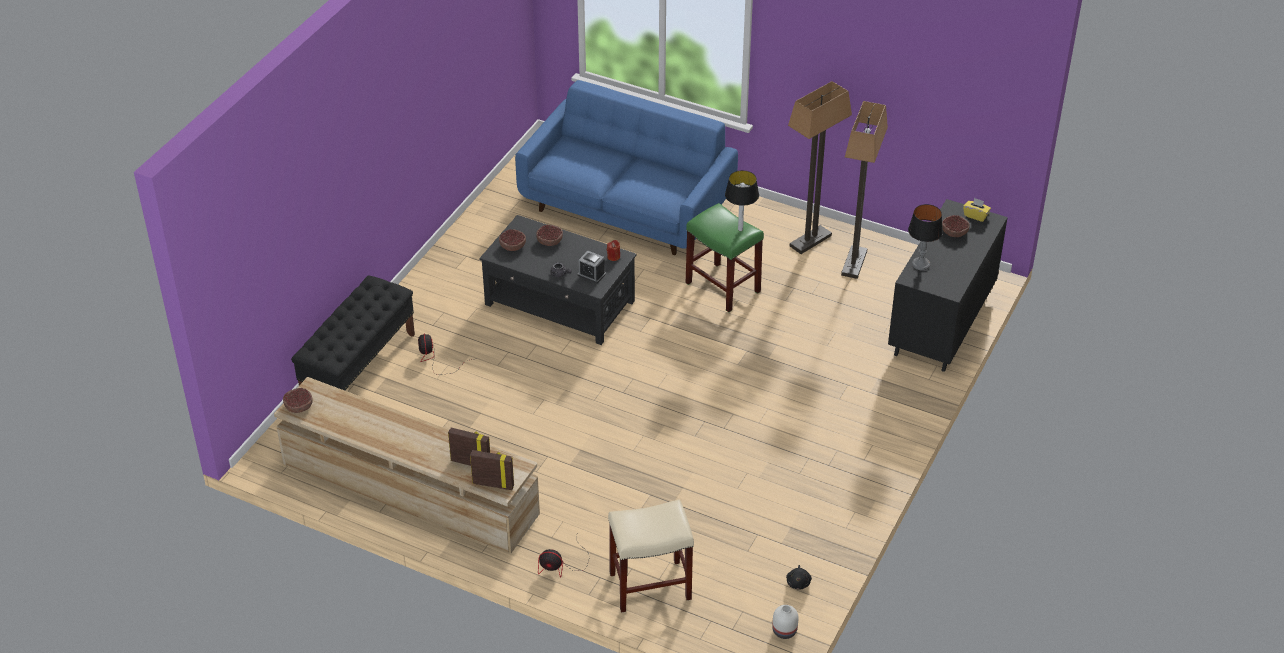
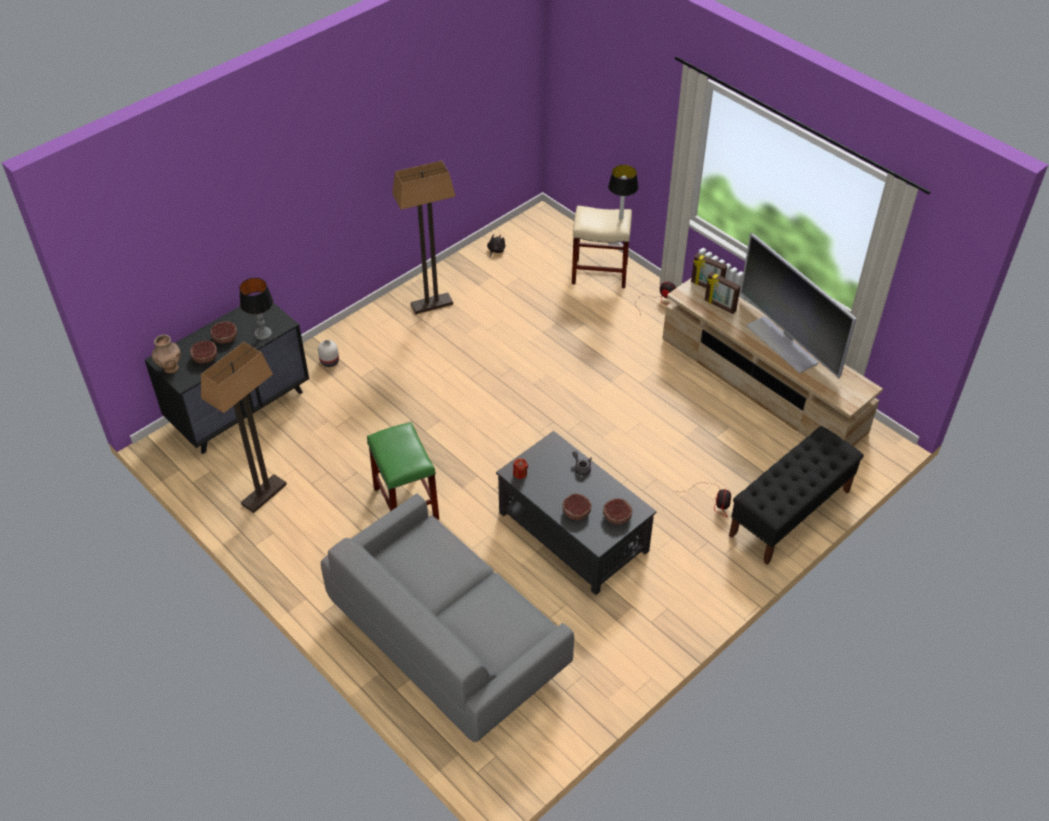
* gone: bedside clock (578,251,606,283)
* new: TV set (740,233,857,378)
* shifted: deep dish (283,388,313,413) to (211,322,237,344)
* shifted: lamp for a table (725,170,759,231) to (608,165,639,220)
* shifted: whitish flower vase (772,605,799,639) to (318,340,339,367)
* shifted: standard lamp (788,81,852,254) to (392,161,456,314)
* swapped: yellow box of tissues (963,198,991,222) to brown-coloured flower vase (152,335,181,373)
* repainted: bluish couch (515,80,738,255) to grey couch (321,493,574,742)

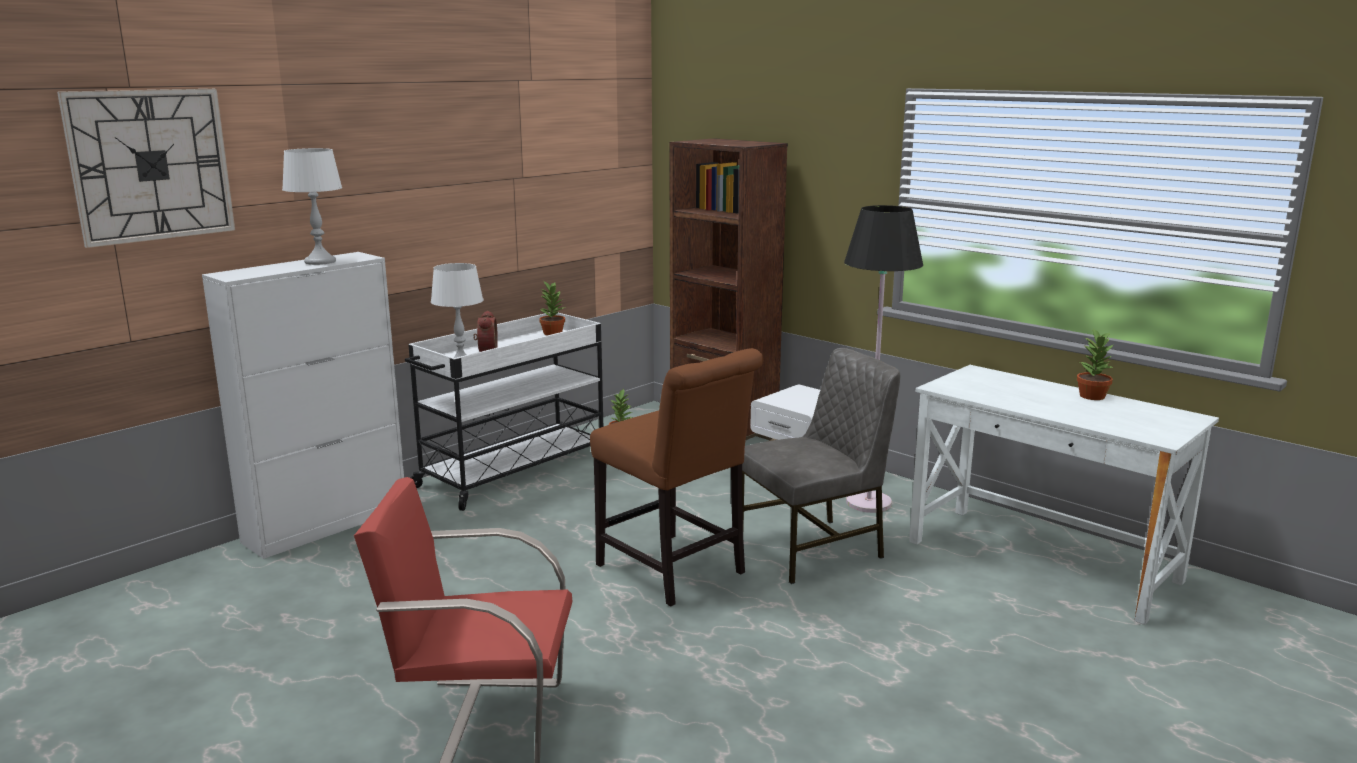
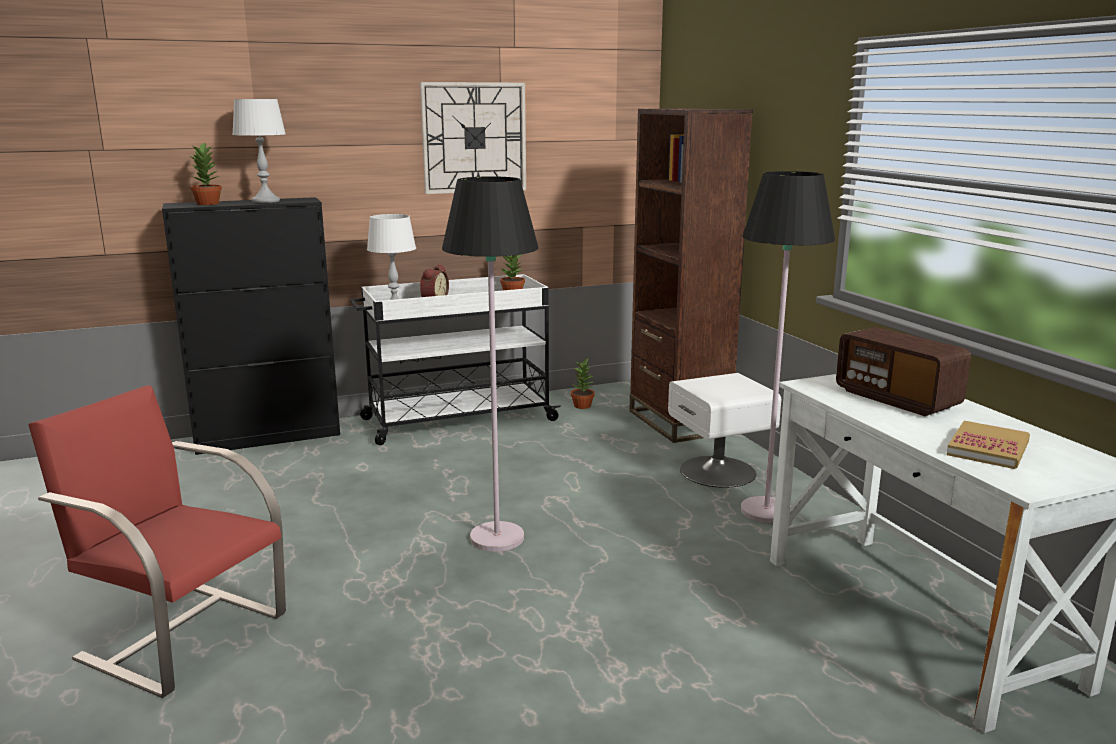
* gone: grey upright chair (742,348,900,584)
* new: radio receiver (836,327,971,416)
* new: volume (947,421,1030,469)
* shifted: clock on the wall (57,89,235,248) to (420,82,526,194)
* shifted: houseplant (1077,328,1113,400) to (188,142,222,205)
* swapped: brown-coloured upright chair (590,348,763,606) to blackish standard lamp (442,176,538,552)
* repainted: whitish cupboard (202,252,404,559) to blackish cupboard (162,197,340,455)

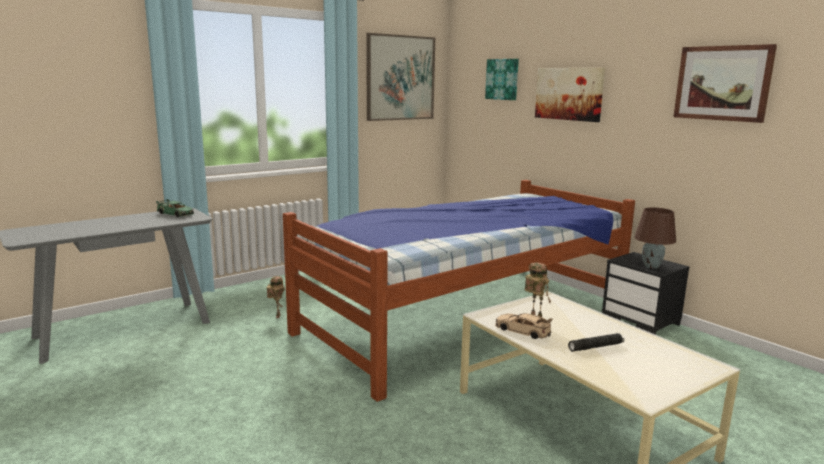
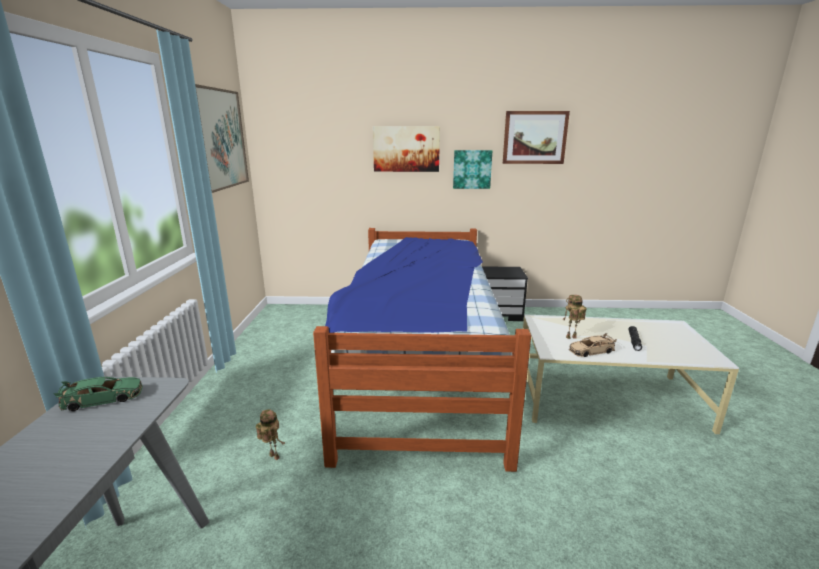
* gone: brown-coloured lamp for a table (634,207,676,269)
* shifted: picture (485,59,519,100) to (453,150,492,189)

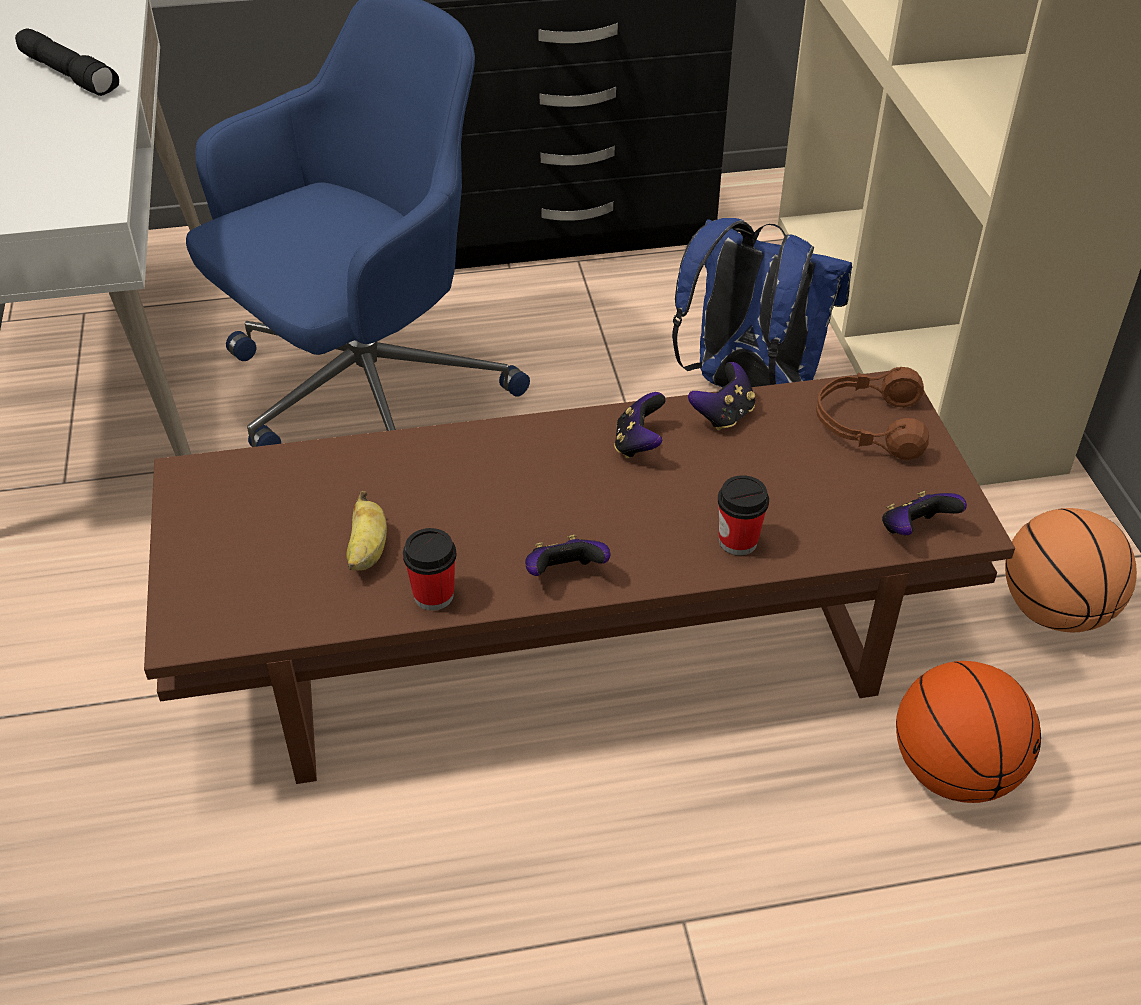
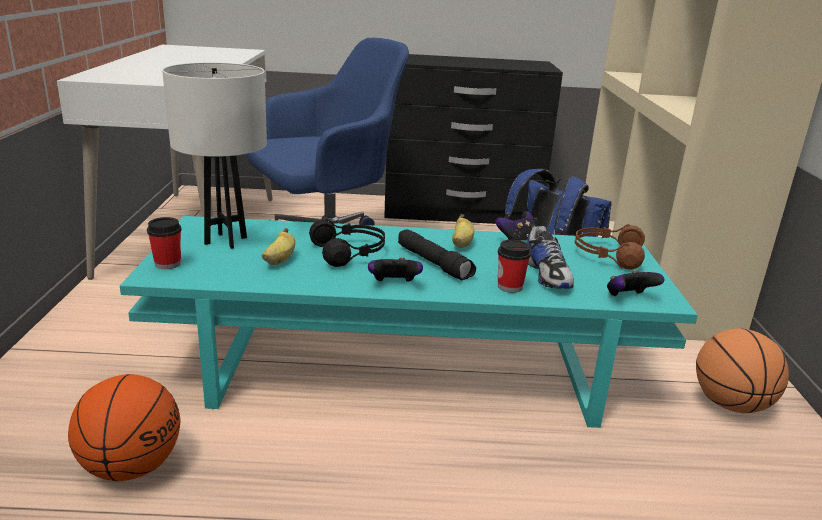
* new: whitish lamp for a table (162,62,267,249)
* new: blackish headphones (309,219,385,267)
* new: shoe (527,218,574,289)
* shifted: blackish flashlight (15,28,119,96) to (398,229,476,280)
* shifted: cup (403,528,457,611) to (147,217,182,269)
* shifted: basketball ball (896,661,1041,803) to (68,374,180,481)
* swapped: gamepad (614,392,666,459) to whole banana (452,214,474,248)
* repainted: brown-coloured lounge table (144,371,1015,784) to blue-green lounge table (120,216,698,428)

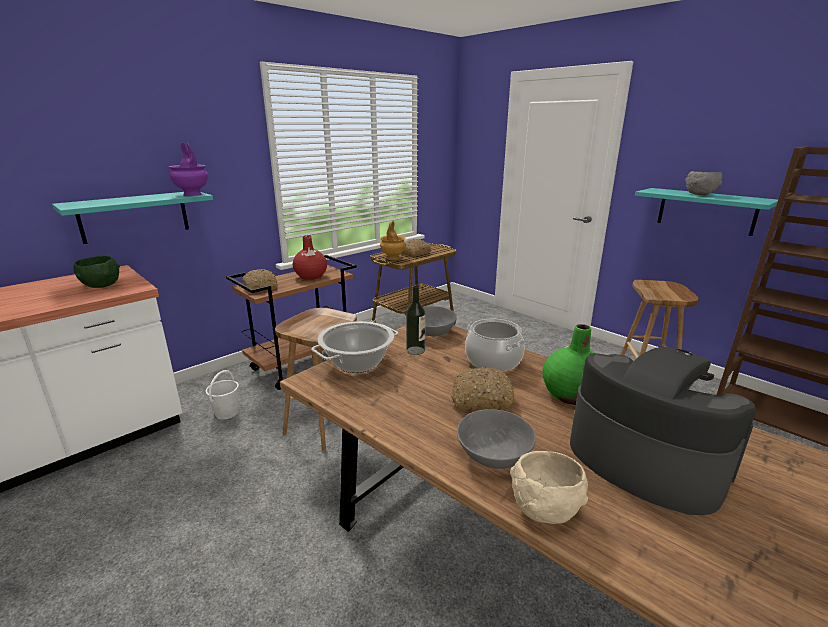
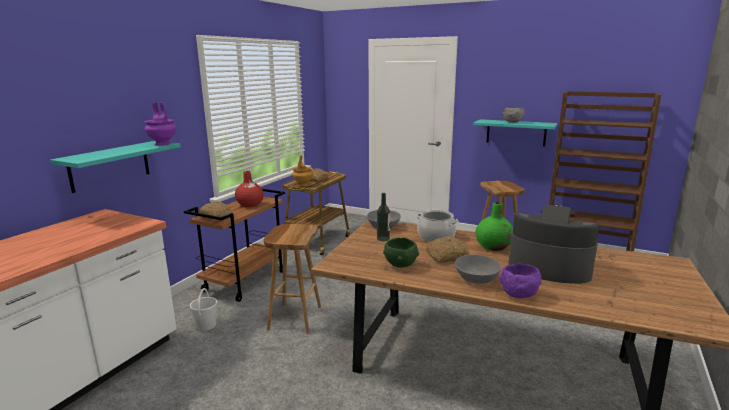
* gone: stockpot (311,321,399,373)
* shifted: green-coloured deep dish (73,256,120,288) to (383,238,419,268)
* repainted: sand-coloured deep dish (510,451,588,524) to purple-coloured deep dish (498,264,542,298)

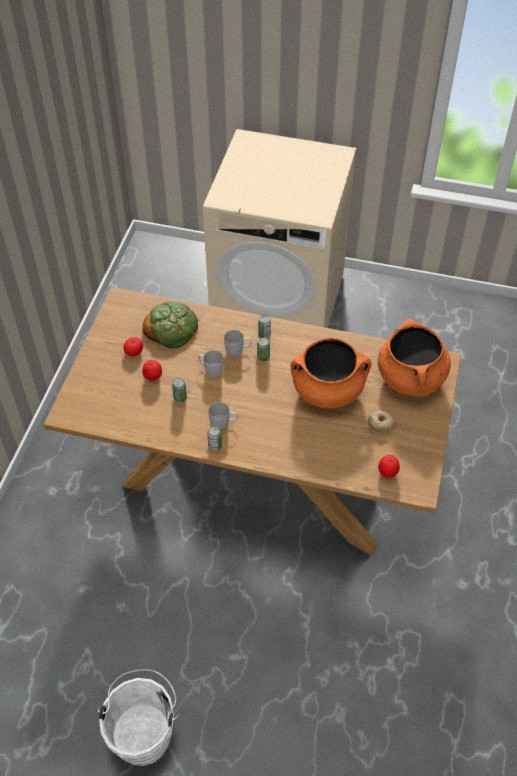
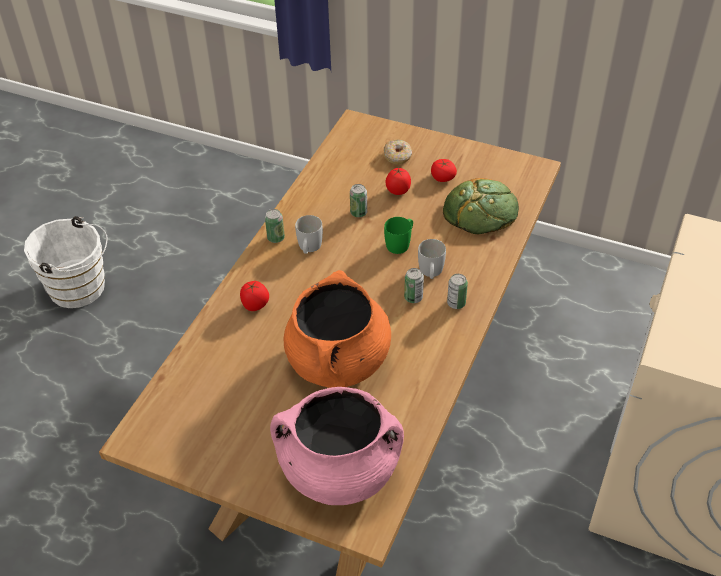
* shifted: doughnut (368,410,394,432) to (384,139,412,165)
* shifted: whole tomato (378,455,400,478) to (240,281,269,311)
* repainted: whitish mug (198,350,224,377) to green-coloured mug (384,217,413,254)
* repainted: orange stockpot (378,318,451,397) to pinkish stockpot (270,387,404,505)

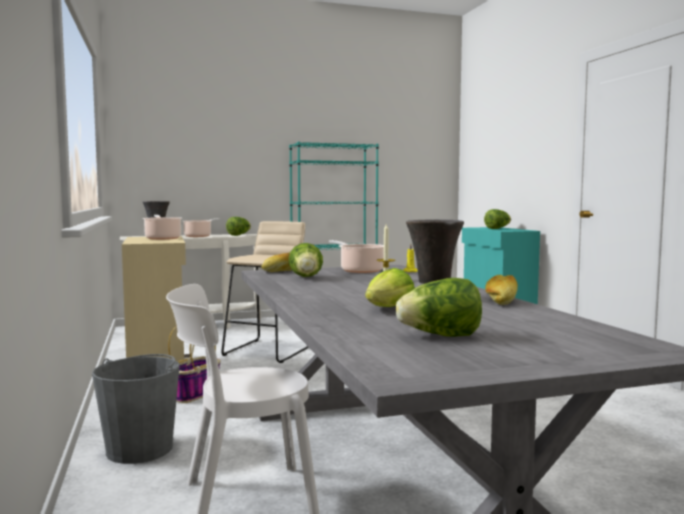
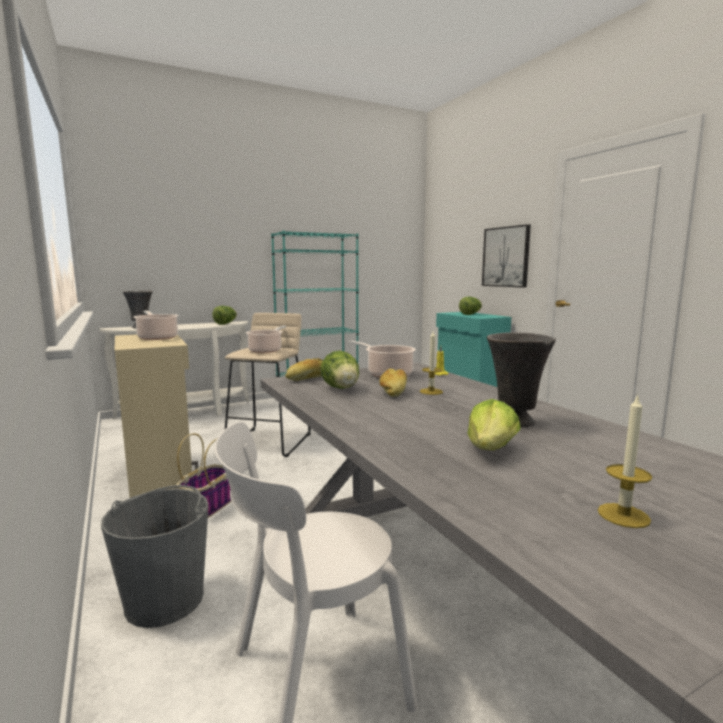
* new: picture (482,224,531,288)
* shifted: stockpot (182,218,221,237) to (246,326,286,353)
* shifted: baked bread (485,275,518,305) to (380,369,407,397)
* swapped: lettuce (396,278,482,337) to wax candle (598,395,652,528)

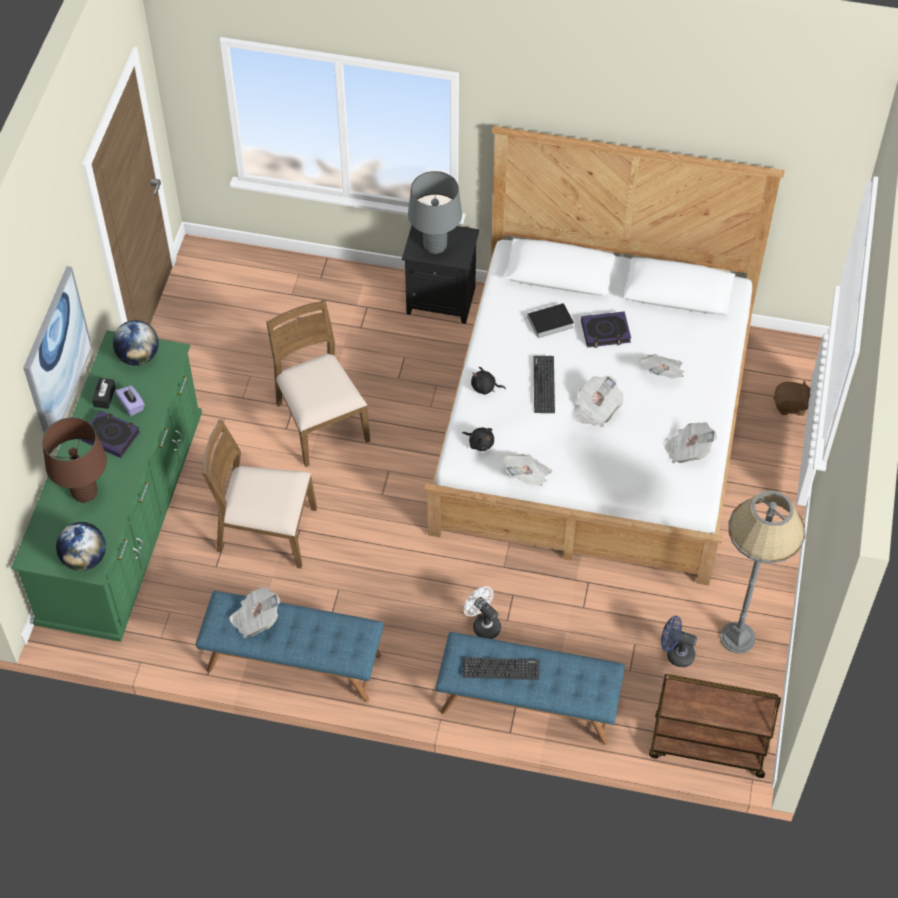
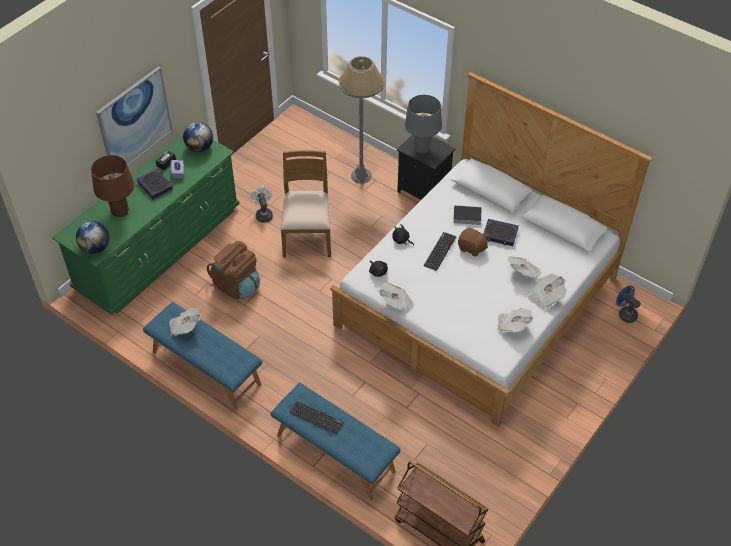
* shifted: whitish cooling fan (464,586,501,639) to (250,187,273,223)
* shifted: printed paper (575,376,623,427) to (528,273,566,309)
* shifted: bluish cooling fan (661,616,697,667) to (616,285,641,323)
* shifted: grey standard lamp (720,491,805,653) to (339,56,384,184)
* shifted: brown-coloured soft toy (773,380,811,416) to (458,228,488,257)
* swapped: brown-coloured upright chair (202,420,317,568) to brown-coloured backpack (207,241,260,299)

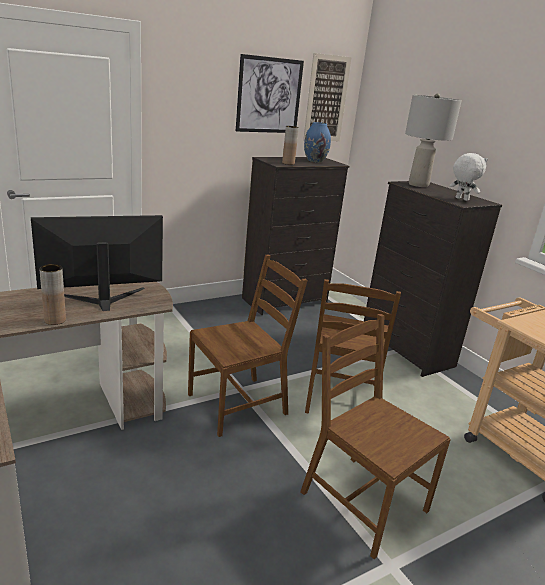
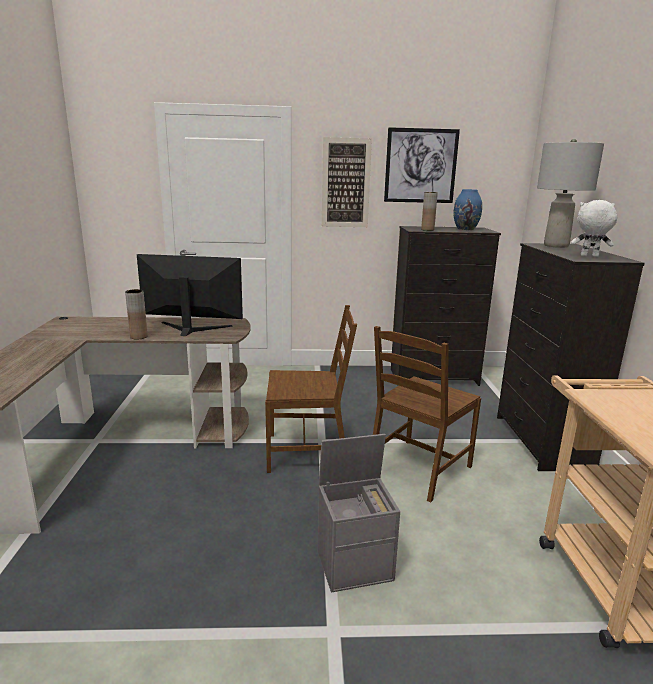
* shifted: picture (303,53,352,141) to (322,137,372,227)
* swapped: brown-coloured upright chair (300,313,451,559) to grey storage container (318,434,400,592)
* rotated: whitish soft toy (449,153,488,201) = (571,200,617,257) 60 degrees counterclockwise

